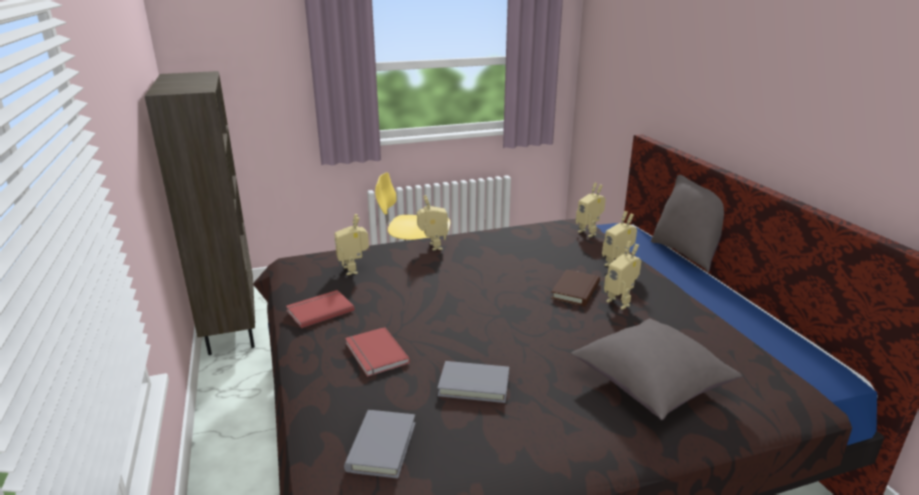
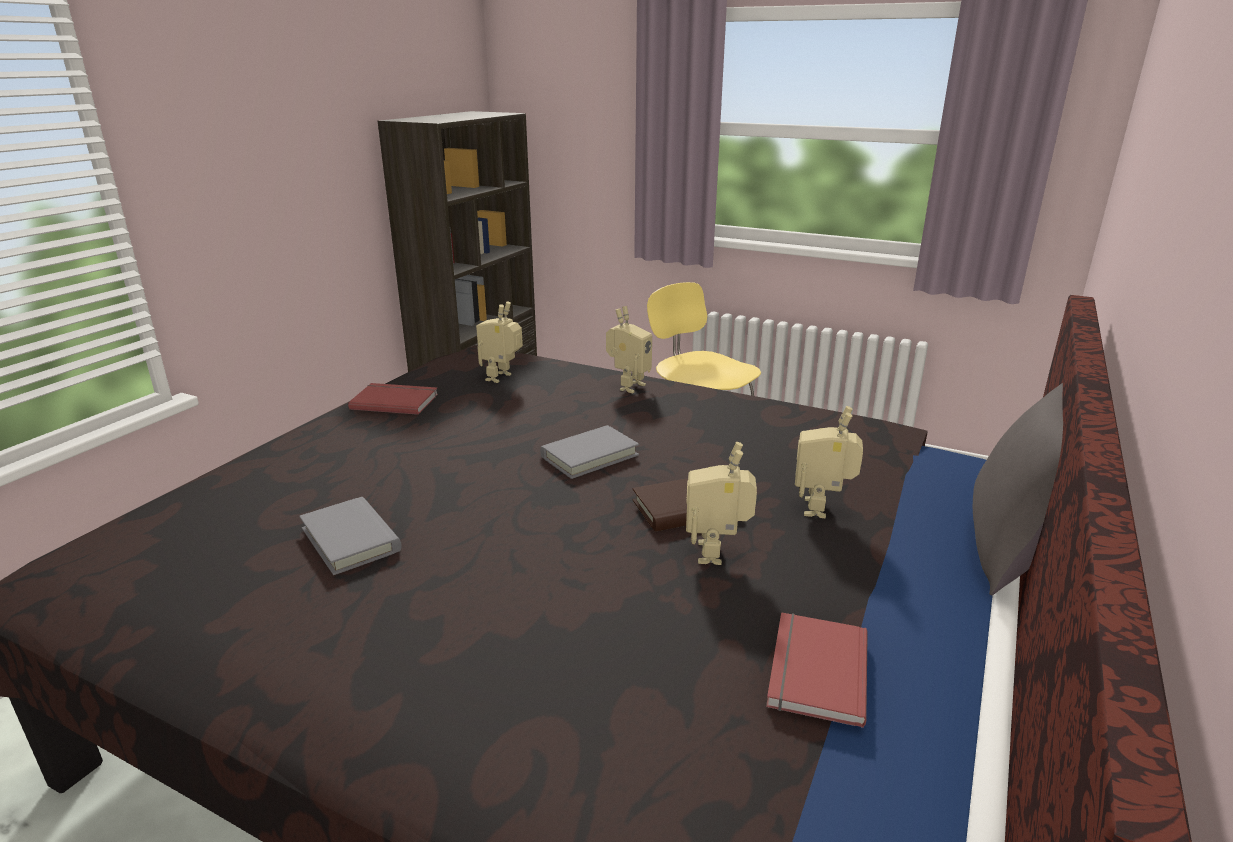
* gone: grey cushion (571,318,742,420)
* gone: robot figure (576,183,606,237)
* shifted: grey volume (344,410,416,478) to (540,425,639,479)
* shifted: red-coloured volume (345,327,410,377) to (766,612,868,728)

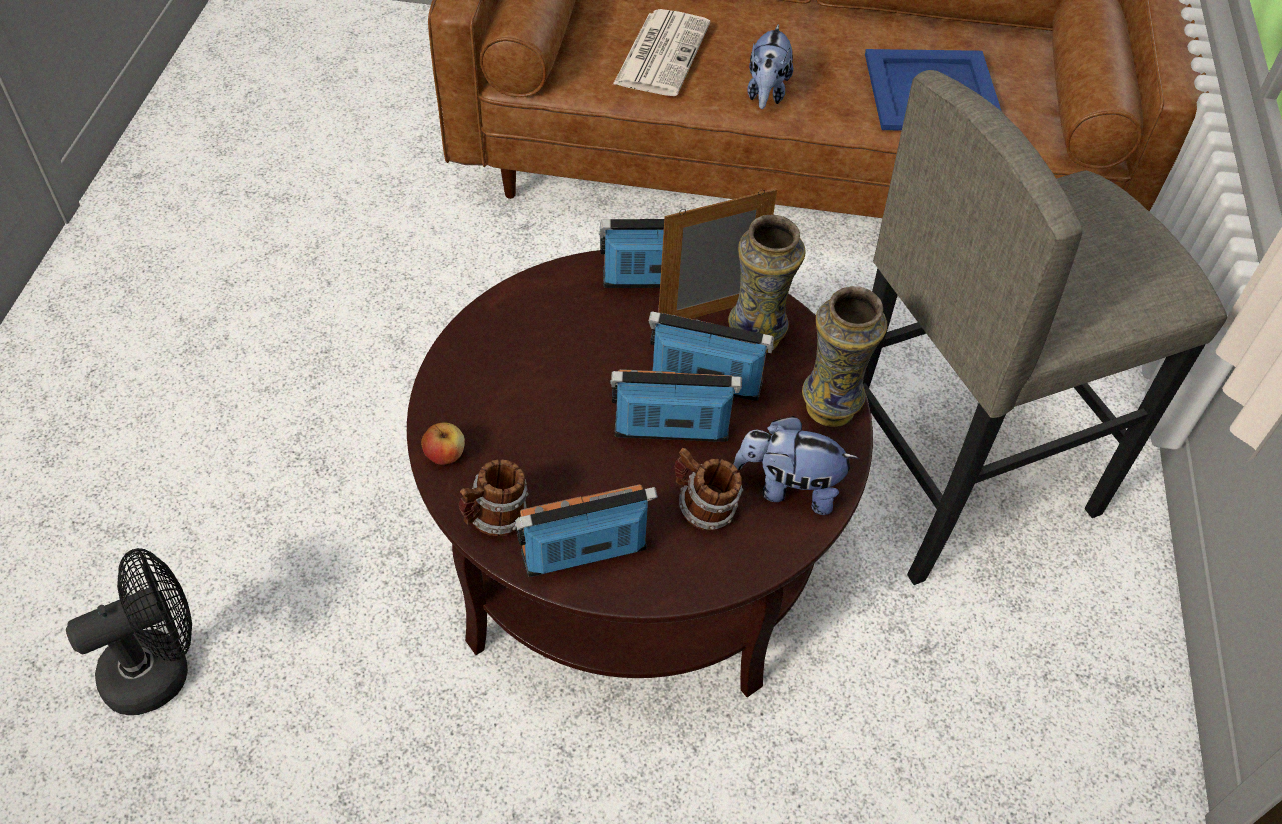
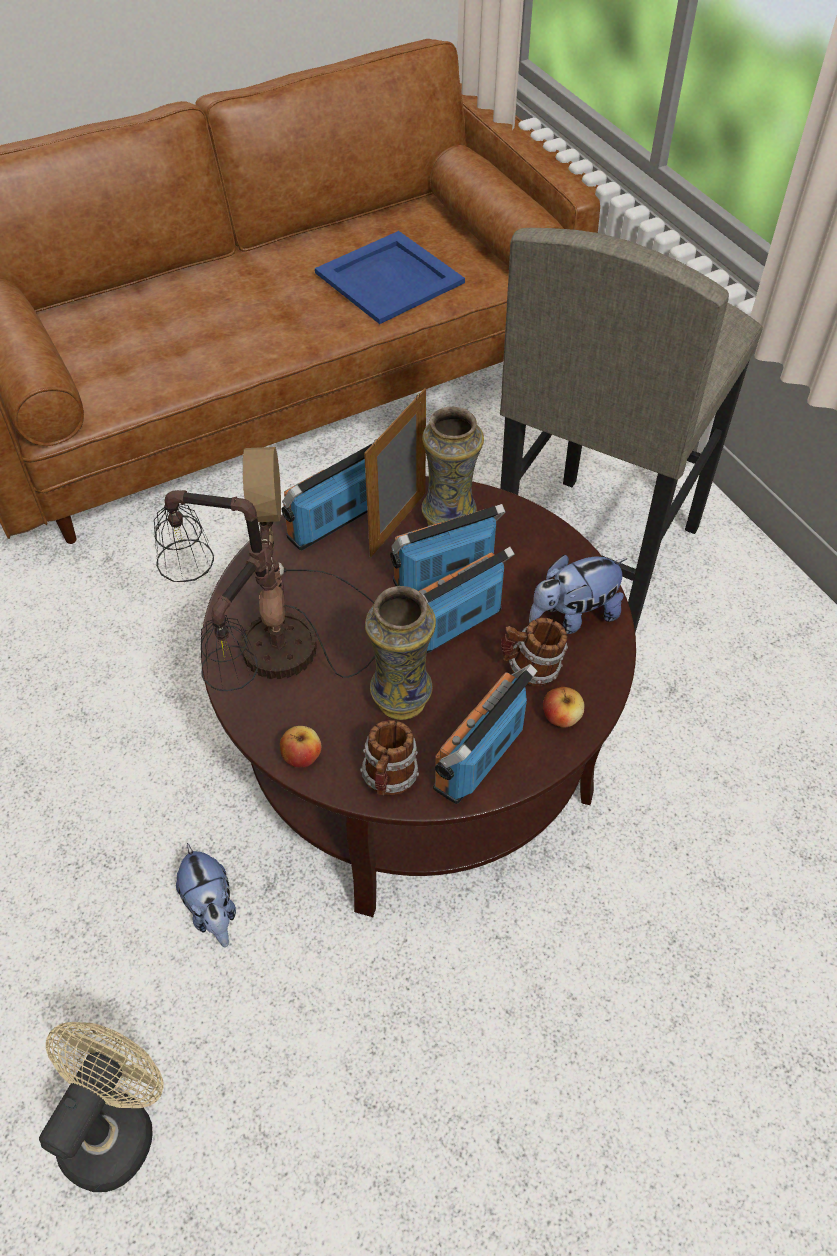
* gone: printed paper (613,9,710,96)
* new: lamp for a table (154,447,375,691)
* new: apple (543,687,585,728)
* shifted: soft toy (747,24,793,109) to (176,843,236,947)
* shifted: flower vase (802,286,887,427) to (365,586,436,720)
* repainted: blackish cooling fan (66,548,192,715) to sand-coloured cooling fan (39,1022,164,1192)

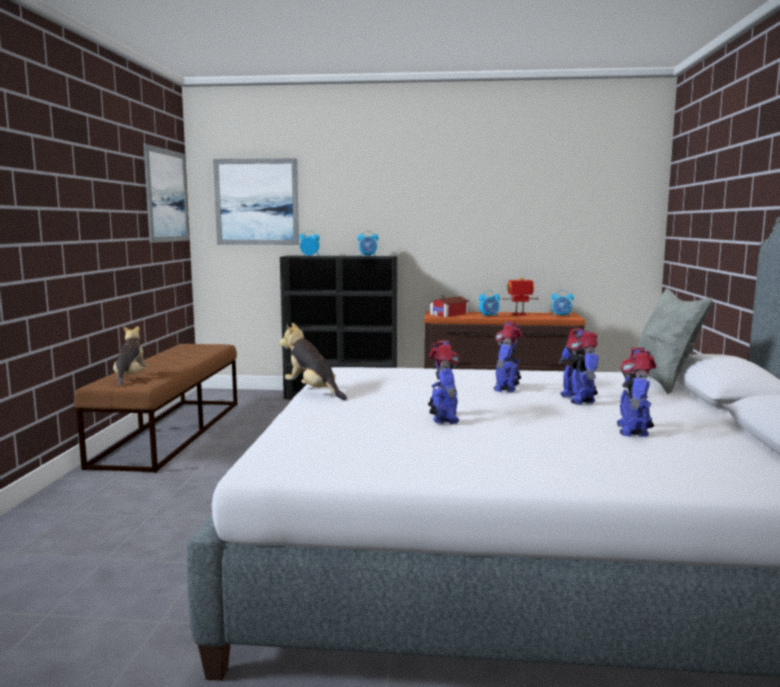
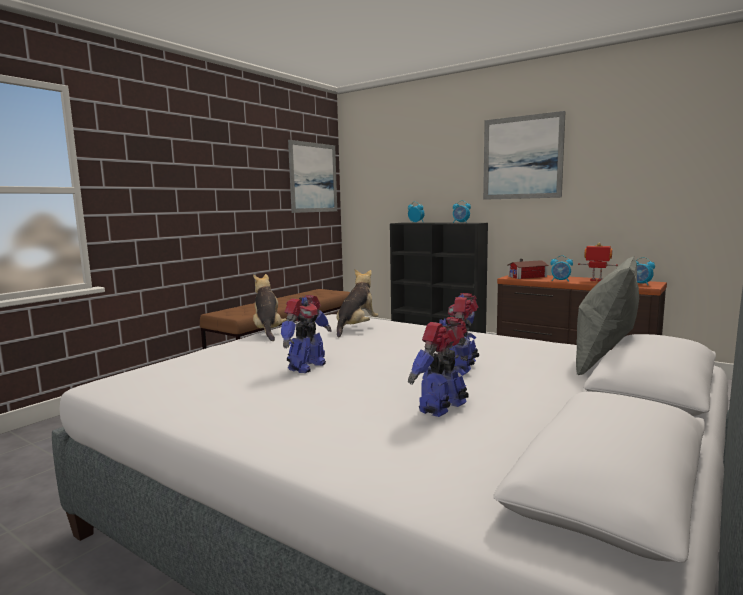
* gone: robot figure (494,322,522,392)
* shifted: soft toy (113,326,149,386) to (337,269,379,338)
* shifted: picture (213,158,299,245) to (483,111,565,200)

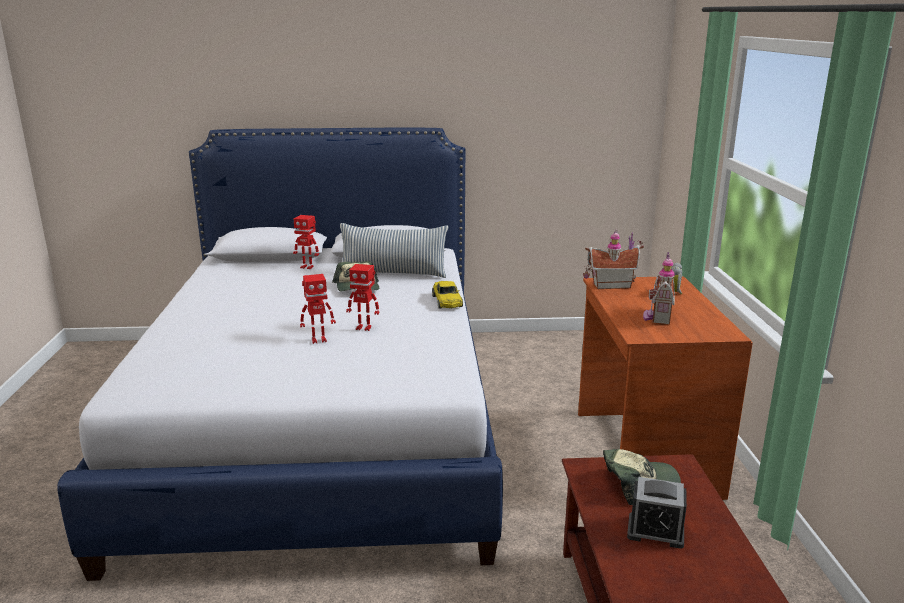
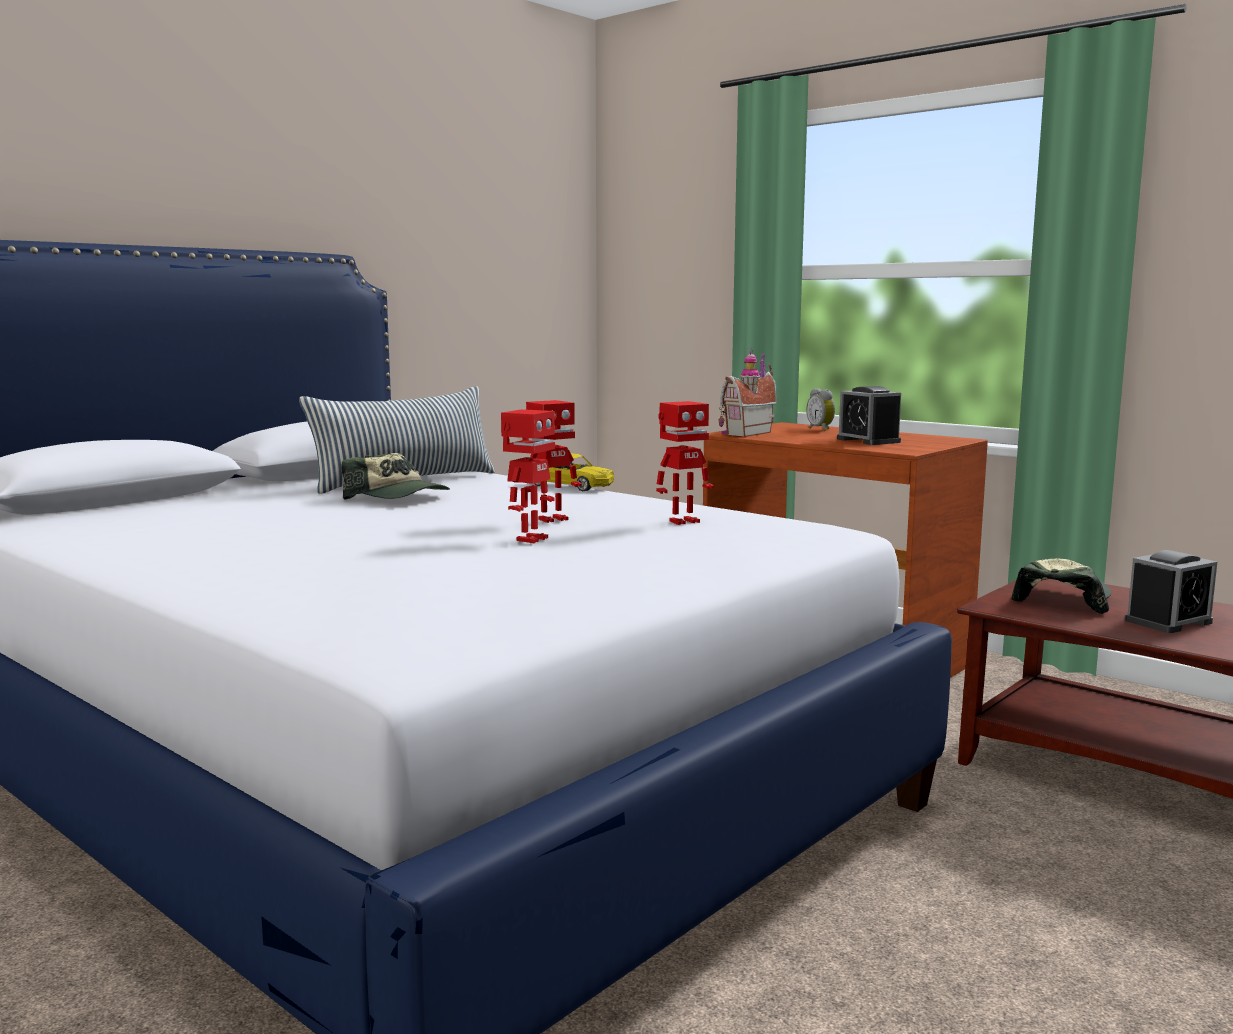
* shifted: robot figure (293,215,319,269) to (656,401,714,525)
* swapped: model house (643,252,675,325) to bedside clock (837,386,901,445)

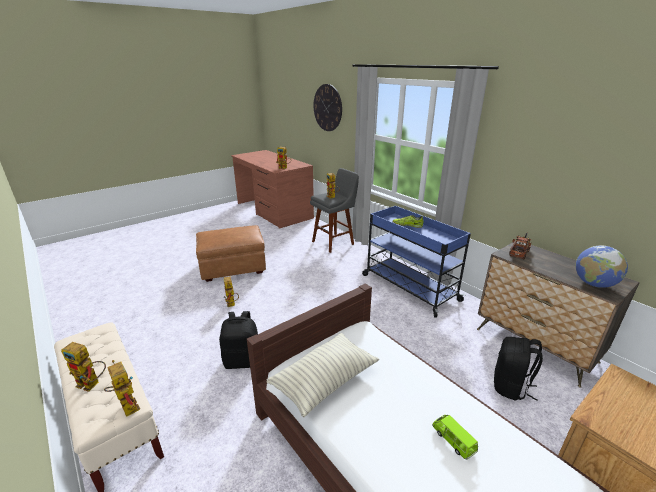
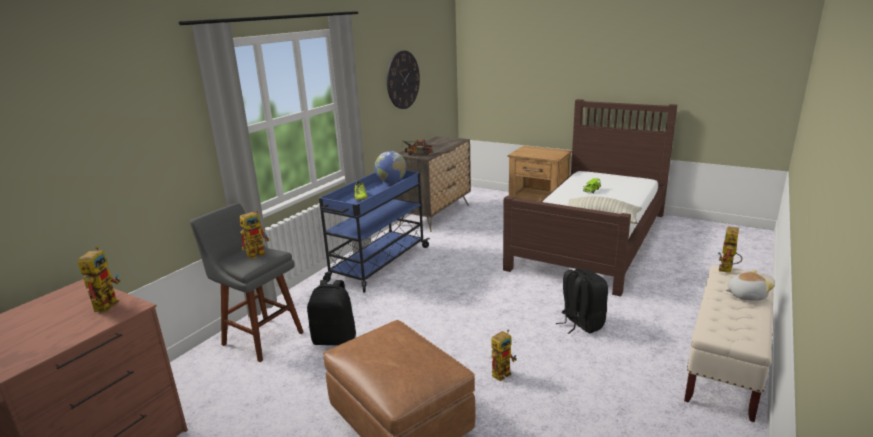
* shifted: clock on the wall (314,84,342,131) to (387,51,420,109)
* shifted: blackish backpack (494,337,543,401) to (307,280,356,345)
* shifted: world globe (576,245,628,288) to (374,151,406,183)
* swapped: robot figure (61,342,106,392) to soft toy (726,270,775,301)

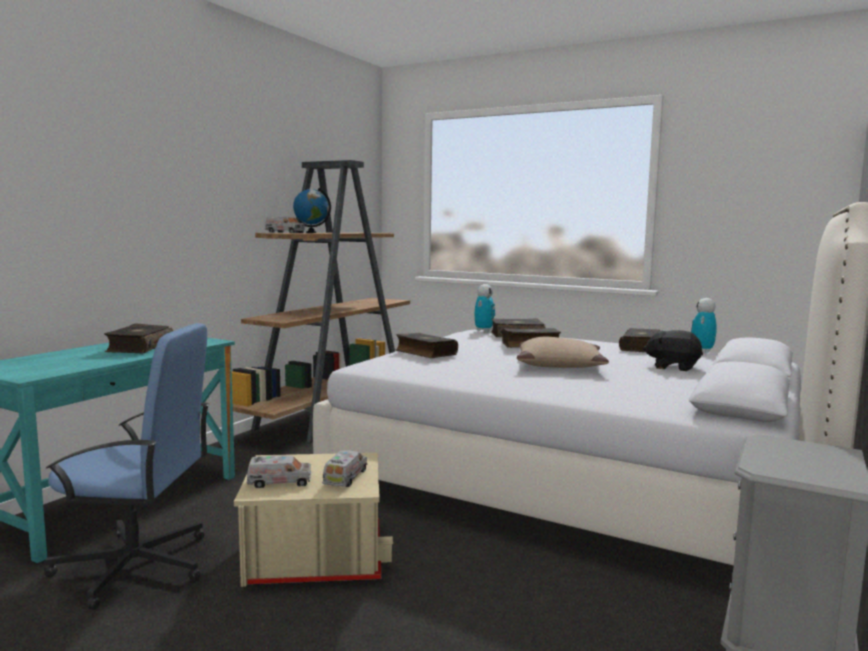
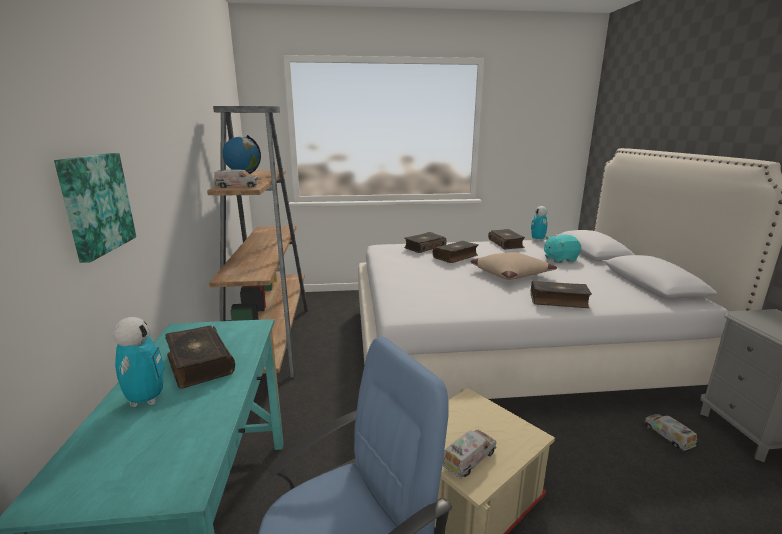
* new: picture (54,153,136,263)
* shifted: toy lorry (322,450,368,487) to (645,414,697,451)
* shifted: volume (395,333,458,358) to (530,281,592,308)
* shifted: robot figure (475,284,495,332) to (113,317,165,407)
* repainted: blackish soft toy (643,330,703,371) to blue-green soft toy (544,235,581,263)

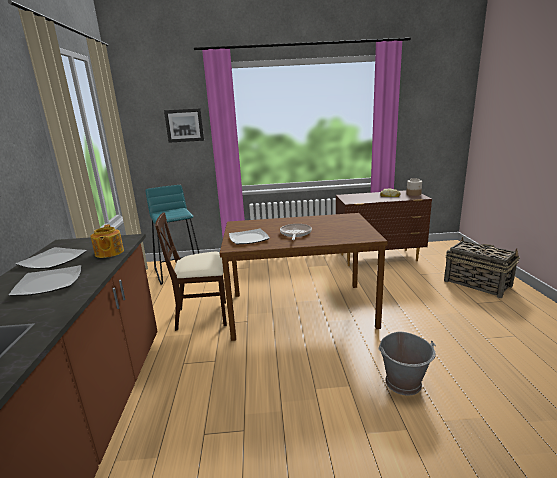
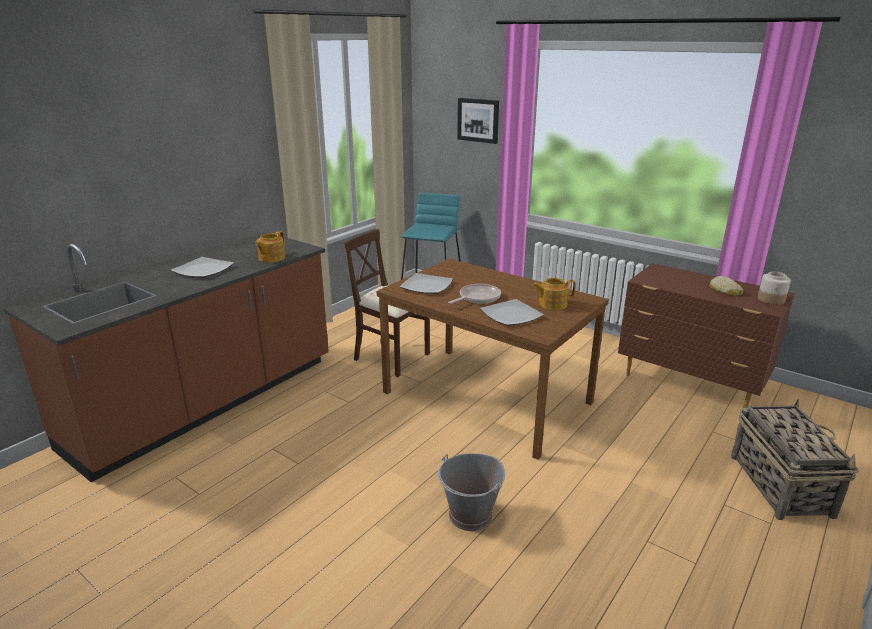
* new: teapot (532,278,576,310)
* shifted: flat dish (16,247,87,269) to (480,299,544,326)

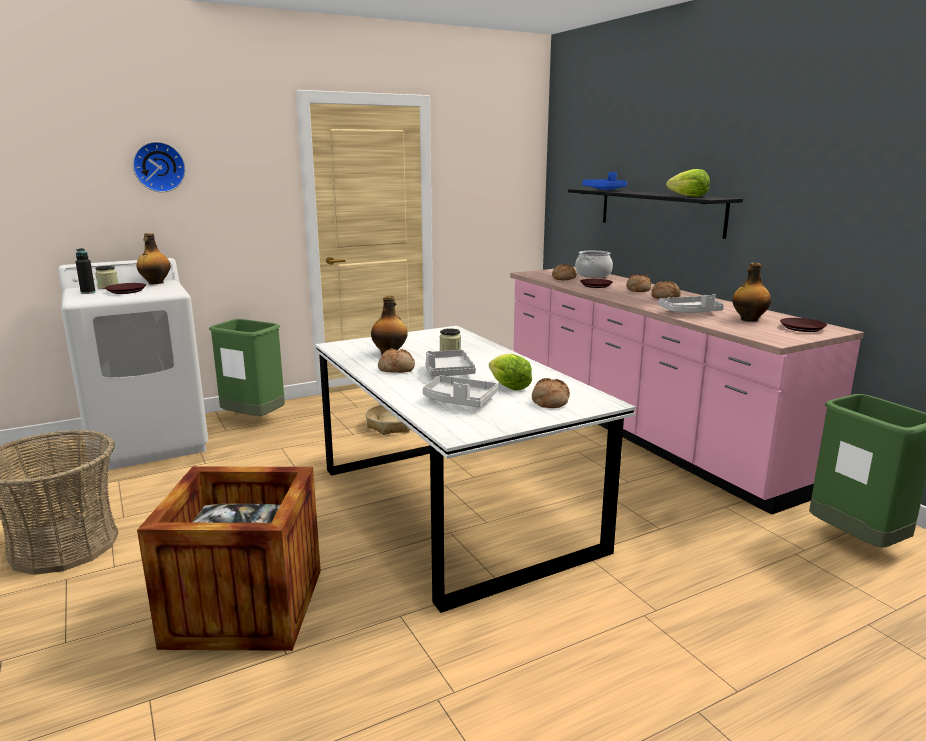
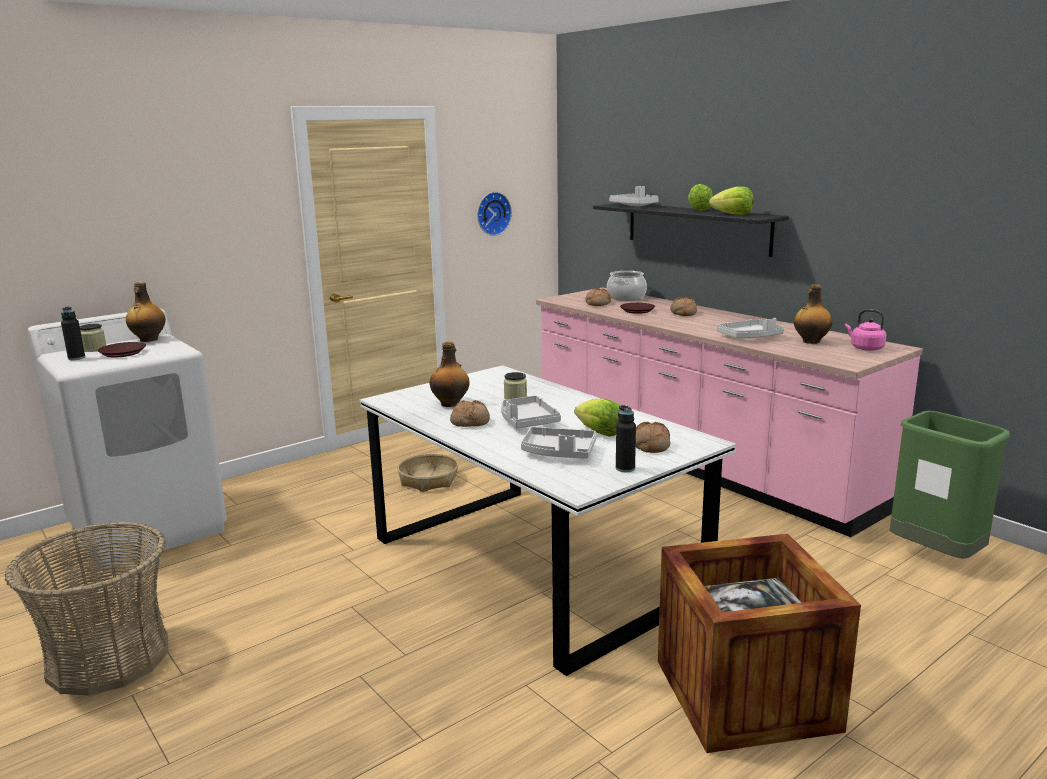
* gone: green-coloured trash can (209,319,285,416)
* gone: baked bread (651,281,681,299)
* new: blackish beverage bottle (616,405,636,472)
* new: lettuce (688,184,713,211)
* shifted: clock on the wall (133,142,186,192) to (477,192,512,236)
* shifted: shipping crate (137,466,321,651) to (658,534,861,753)
* swapped: brown-coloured flat dish (780,318,827,332) to pinkish water kettle (845,309,887,351)
* repainted: bluish tray (582,172,627,190) to grey tray (609,186,659,206)

